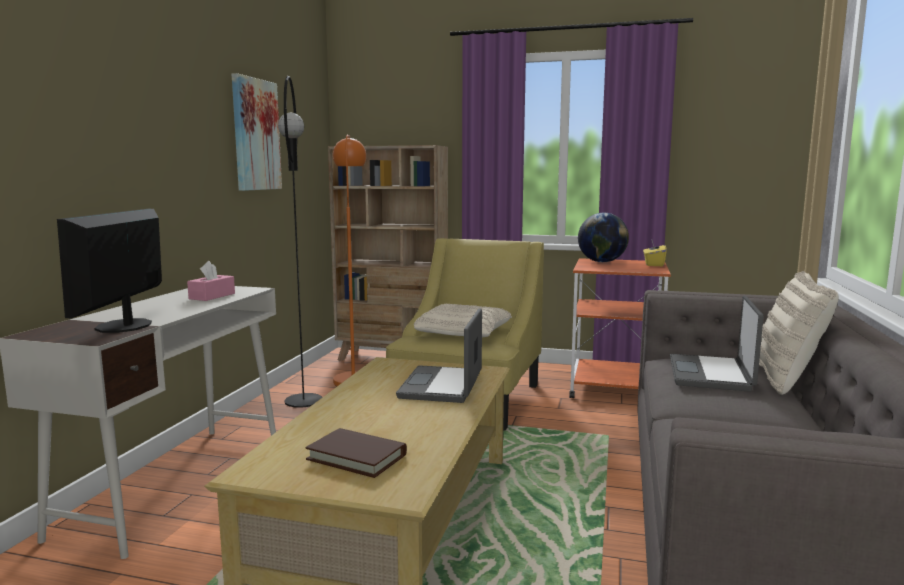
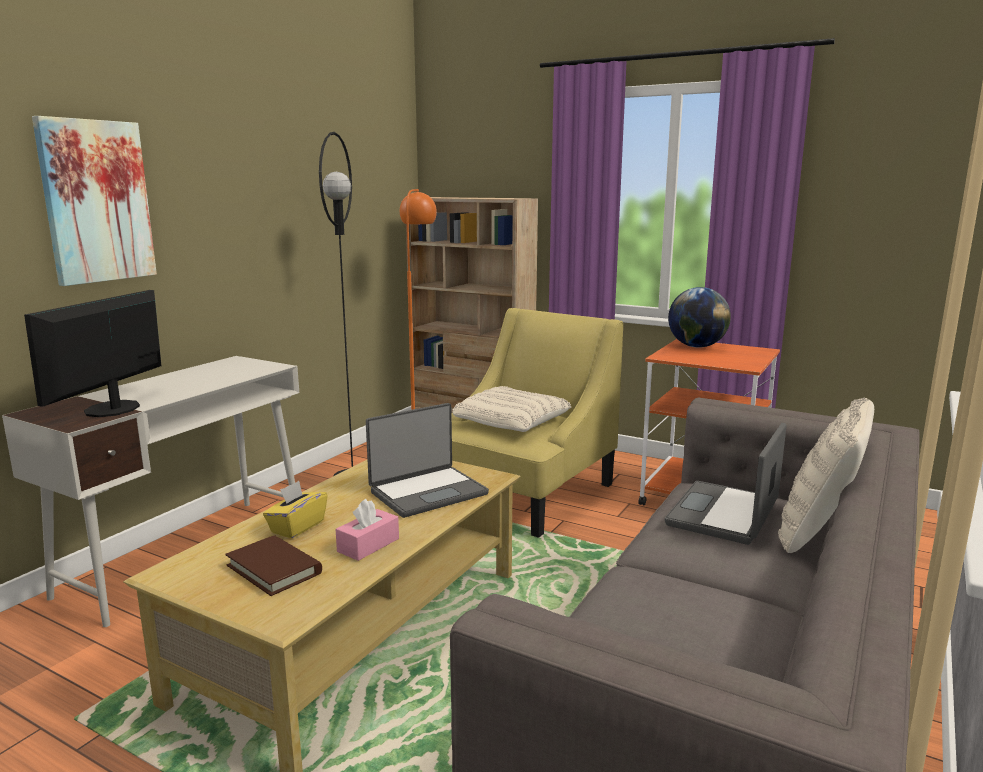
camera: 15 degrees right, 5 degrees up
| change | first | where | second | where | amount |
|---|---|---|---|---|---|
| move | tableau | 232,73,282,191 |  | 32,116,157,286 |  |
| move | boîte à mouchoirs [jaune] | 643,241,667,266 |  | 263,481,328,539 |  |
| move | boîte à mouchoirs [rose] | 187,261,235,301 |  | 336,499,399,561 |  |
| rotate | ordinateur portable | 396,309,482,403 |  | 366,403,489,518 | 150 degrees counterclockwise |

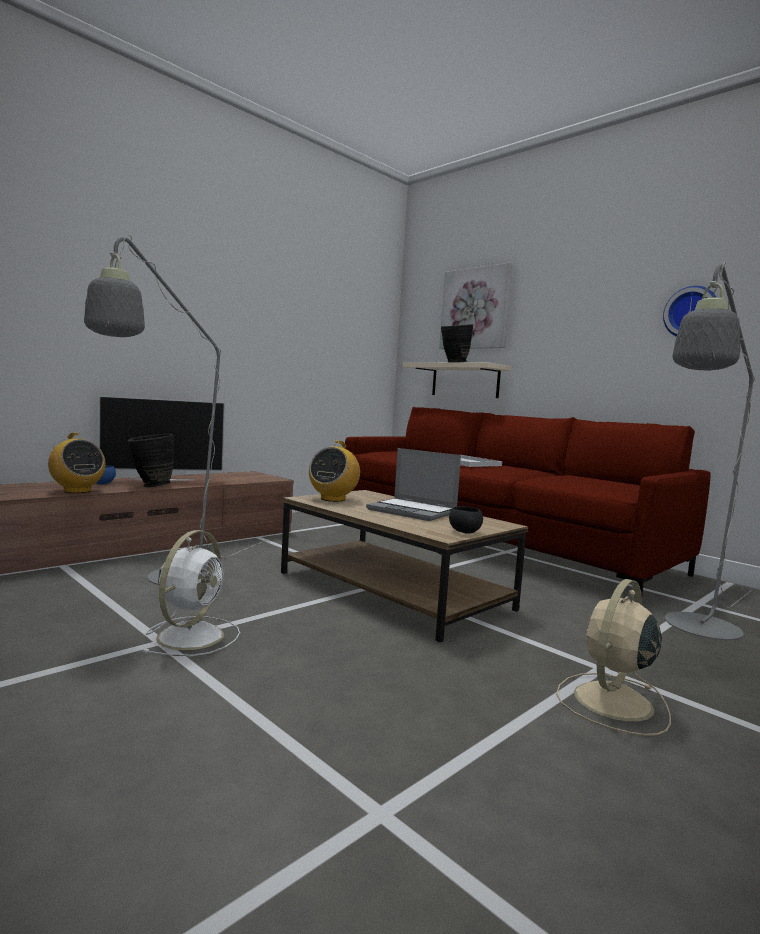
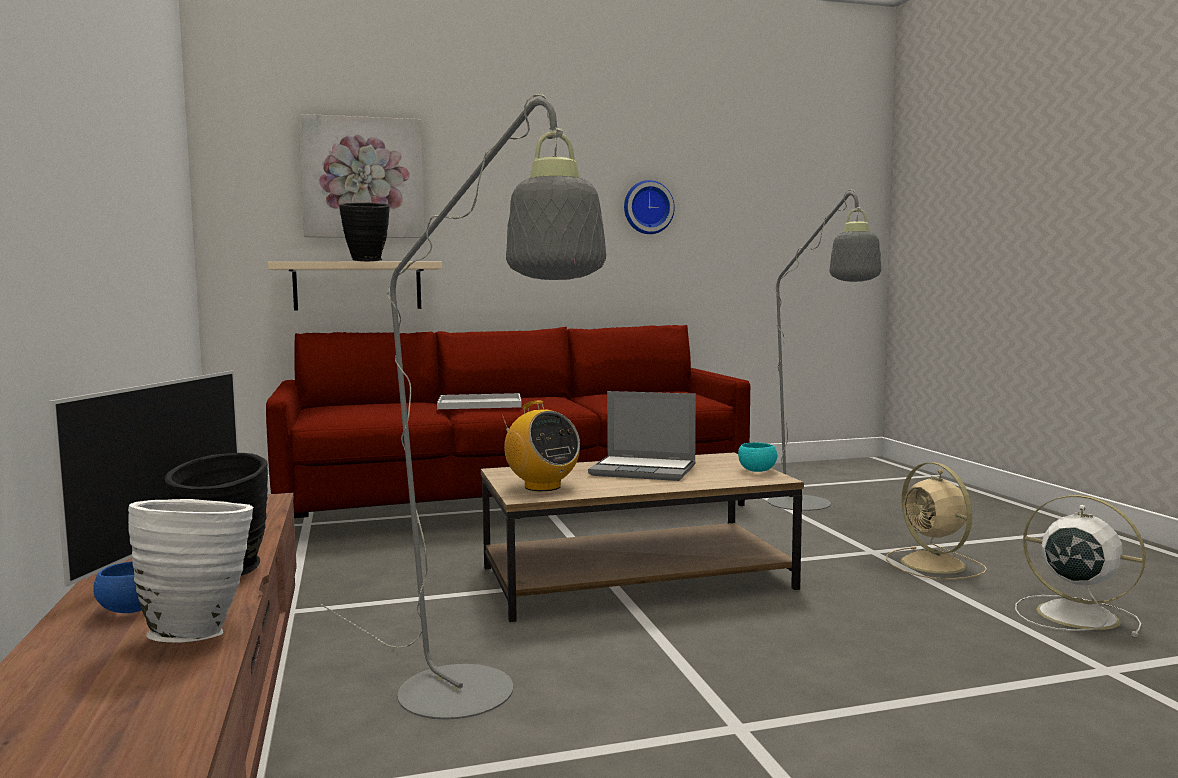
camera: 60 degrees left, 0 degrees up
| change | first | where | second | where | amount |
|---|---|---|---|---|---|
| replace | radio | 48,433,106,493 | vase [blanc] | 128,499,253,643 |  |
| rotate | ordinateur portable | 366,448,461,521 |  | 588,391,696,481 | 45 degrees clockwise |
| recolor | bol [noir] | 449,506,483,534 | bol [turquoise] | 738,442,777,472 |  |
| move | ventilateur [blanc] | 142,530,240,656 |  | 1015,495,1146,637 |  |

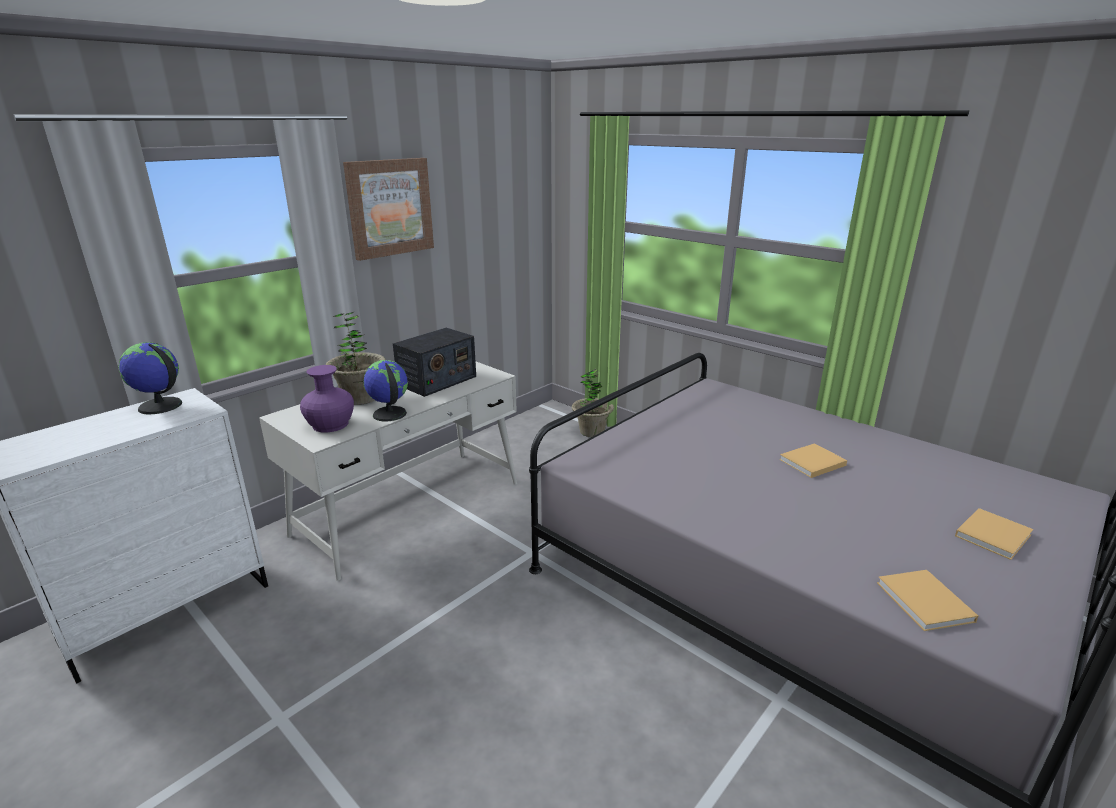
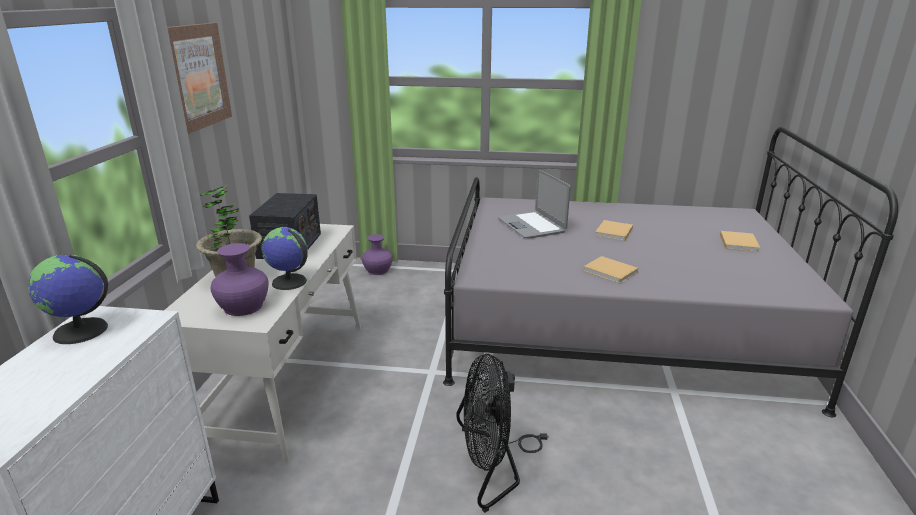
camera: 35 degrees left, 0 degrees up
| change | first | where | second | where | amount |
|---|---|---|---|---|---|
| replace | plante en pot | 572,369,614,437 | vase [violet] | 362,234,393,275 |  |
| insert |  |  | ventilateur [noir] | 456,353,550,513 |  |
| insert |  |  | ordinateur portable | 498,169,571,238 |  |
| move | livre [beige] | 877,570,978,631 |  | 583,256,638,284 |  |

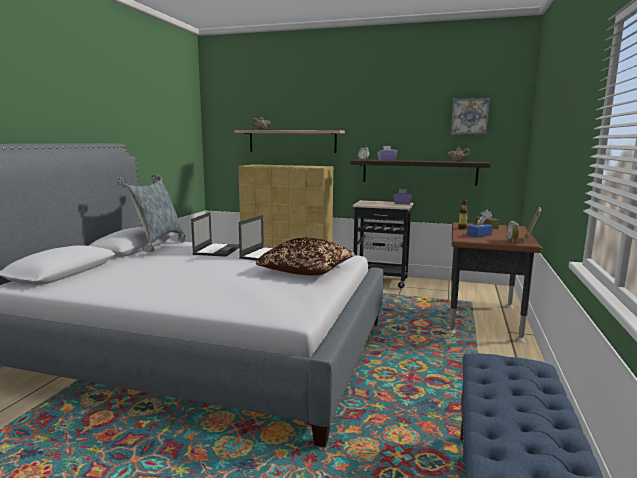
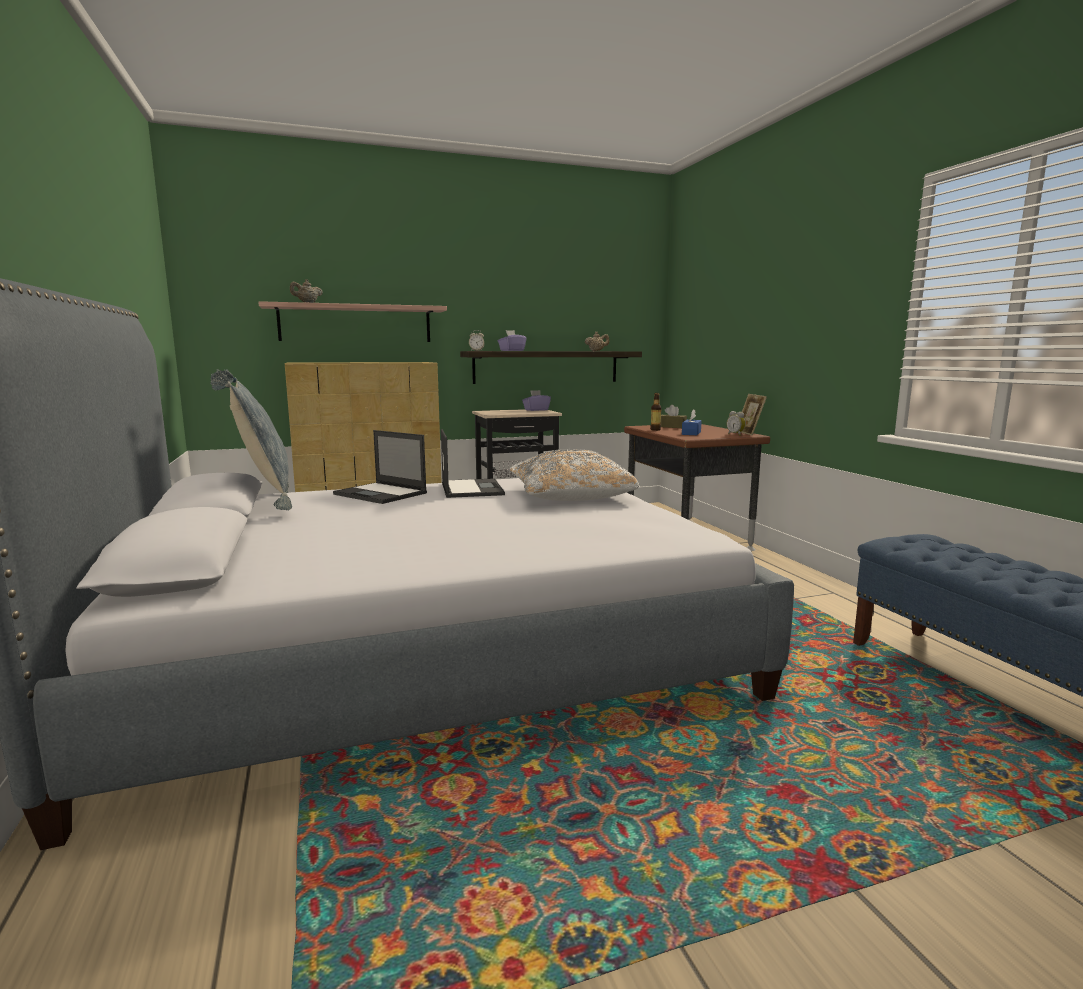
camera: 35 degrees left, 0 degrees up
| change | first | where | second | where | amount |
|---|---|---|---|---|---|
| rotate | ordinateur portable | 191,212,239,257 |  | 333,430,427,504 | 150 degrees clockwise |
| recolor | coussin [marron] | 256,237,355,276 | coussin [blanc] | 509,449,640,501 |  |
| delete | tableau | 451,98,490,135 |  |  |  |

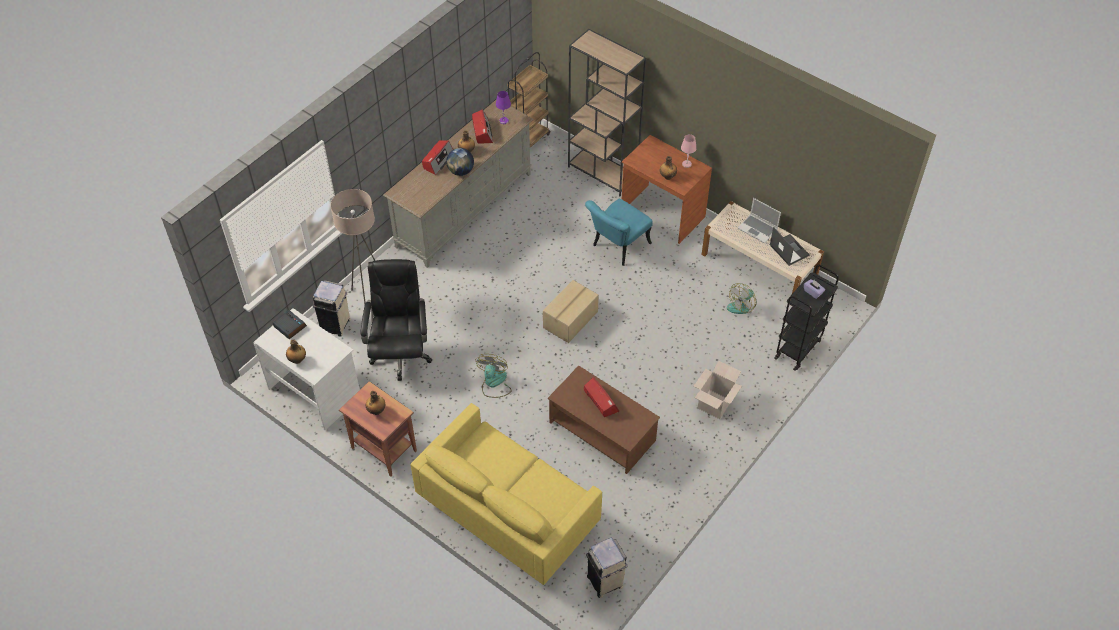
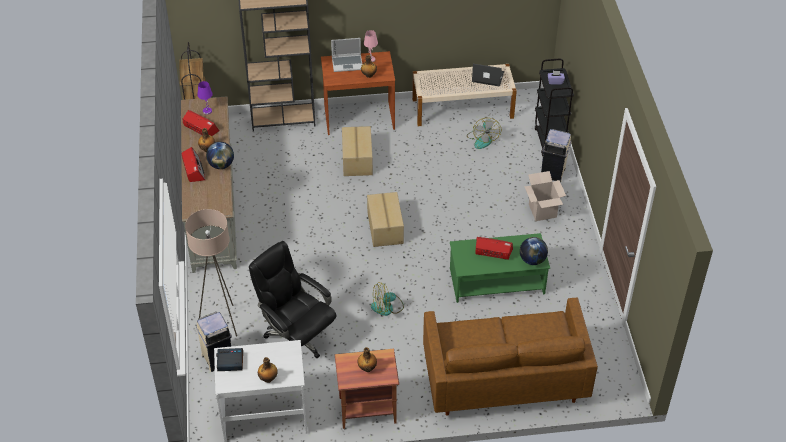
camera: 45 degrees left, 5 degrees down
| change | first | where | second | where | amount |
|---|---|---|---|---|---|
| move | ordinateur portable | 738,198,781,243 |  | 331,38,362,72 |  |
| replace | chaise [turquoise] | 585,199,653,266 | carton | 342,126,373,176 |  |
| rotate | ventilateur | 475,354,512,398 |  | 371,282,404,316 | 75 degrees counterclockwise |
| recolor | canapé [jaune] | 410,403,602,585 | canapé [marron] | 423,298,598,416 |  |
| recolor | table basse [marron] | 548,366,660,474 | table basse [vert] | 450,233,550,303 |  |
| insert |  |  | globe | 520,237,548,265 |  |
| move | poubelle [beige] | 586,537,628,598 |  | 541,129,572,182 |  |

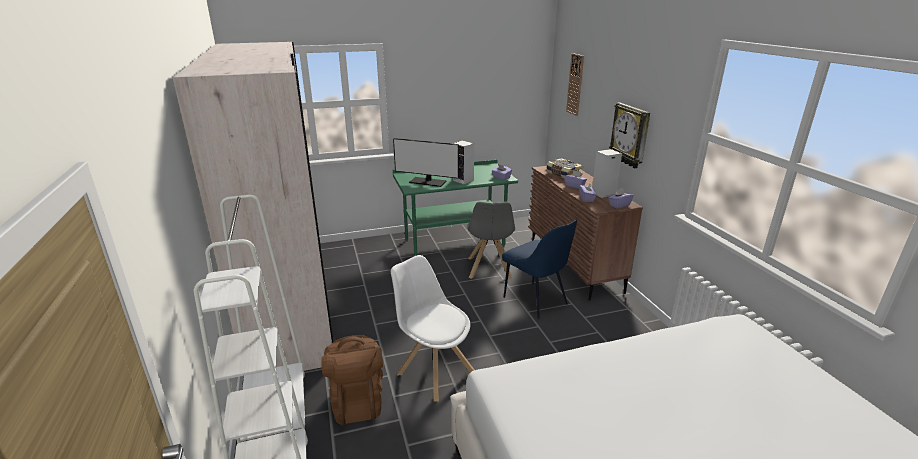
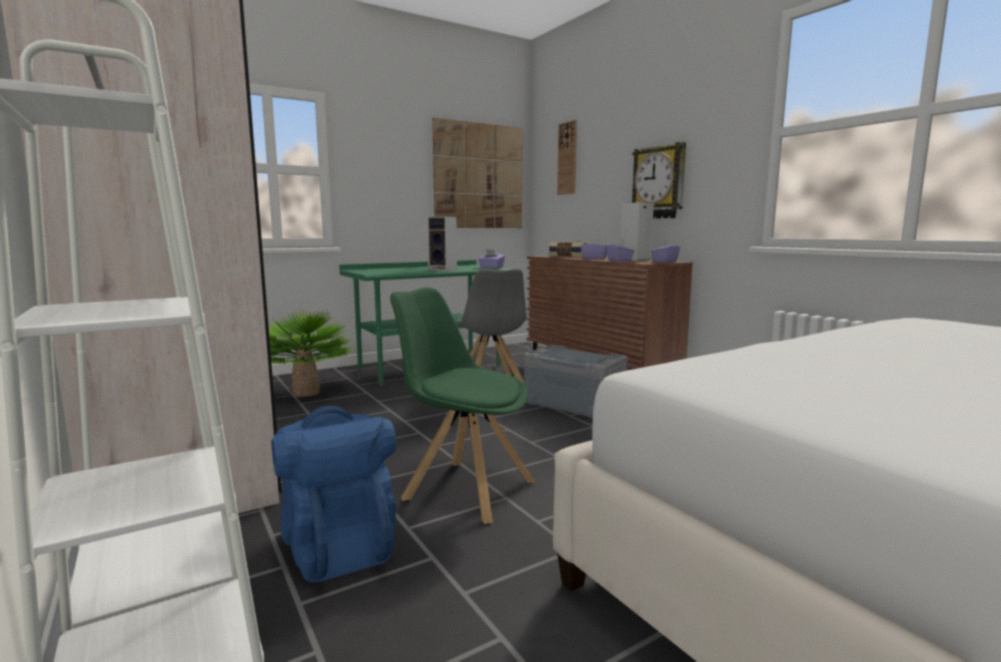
camera: 15 degrees left, 15 degrees down
| change | first | where | second | where | amount |
|---|---|---|---|---|---|
| insert |  |  | plante en pot | 268,310,355,397 |  |
| recolor | sac à dos [marron] | 321,335,383,425 | sac à dos [bleu] | 272,406,396,583 |  |
| recolor | chaise [blanc] | 391,255,475,402 | chaise [vert] | 390,287,535,524 |  |
| insert |  |  | tableau | 432,118,523,228 |  |
| replace | chaise [bleu] | 502,220,577,319 | boîte de rangement [gris] | 524,345,628,419 |  |
| delete | écran d'ordinateur | 393,138,459,187 |  |  |  |

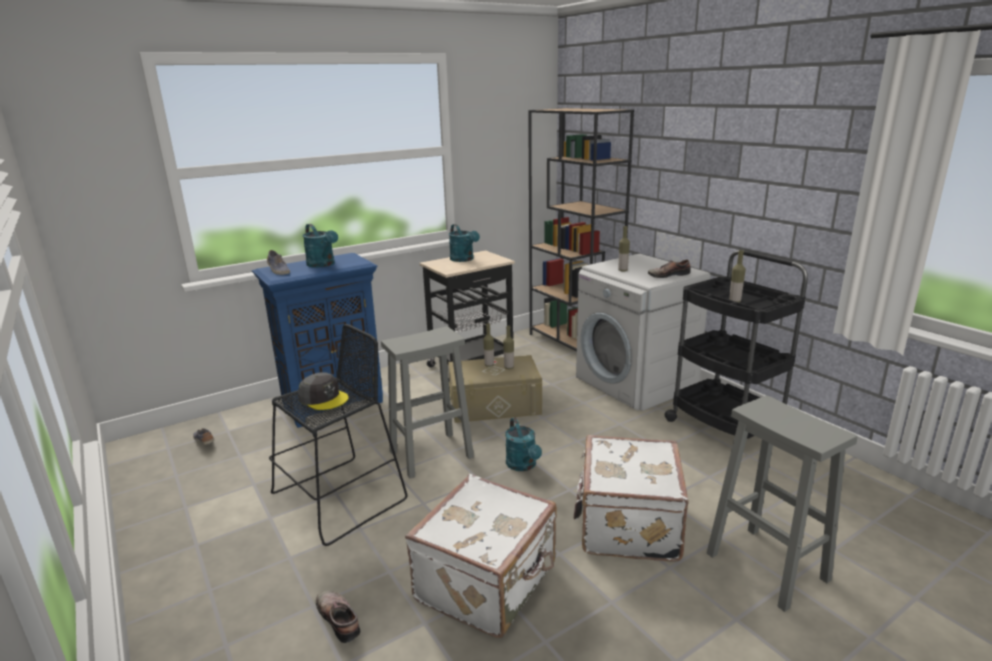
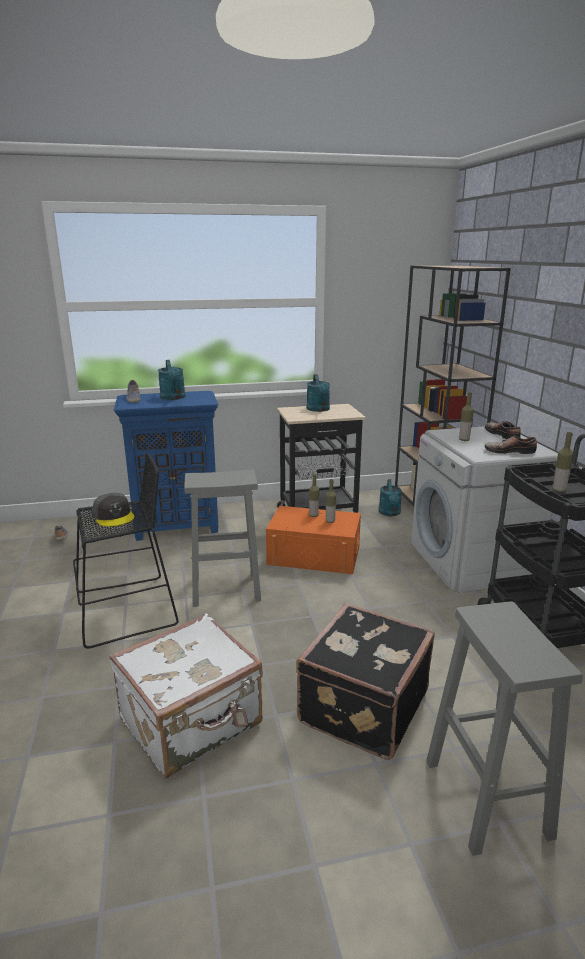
camera: 20 degrees right, 0 degrees up
| change | first | where | second | where | amount |
|---|---|---|---|---|---|
| recolor | boîte de rangement [beige] | 448,355,542,423 | boîte de rangement [orange] | 266,506,361,574 |  |
| recolor | valise [blanc] | 574,435,689,562 | valise [noir] | 296,603,435,760 |  |
| move | arrosoir [turquoise] | 505,418,542,471 |  | 379,479,402,516 |  |
| move | chaussure | 316,591,360,643 |  | 485,421,521,439 |  |

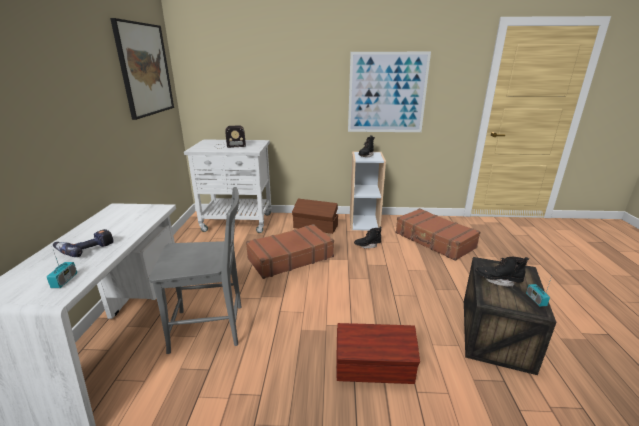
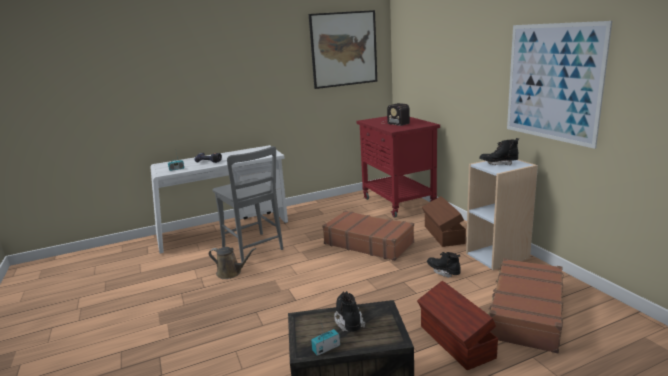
camera: 65 degrees right, 5 degrees down
| change | first | where | second | where | amount |
|---|---|---|---|---|---|
| insert |  |  | arrosoir [marron] | 209,247,256,279 |  |
| recolor | chariot [blanc] | 184,140,271,233 | chariot [rouge] | 357,116,440,218 |  |
| move | boîte de rangement [marron] | 336,323,420,384 |  | 417,281,498,370 |  |

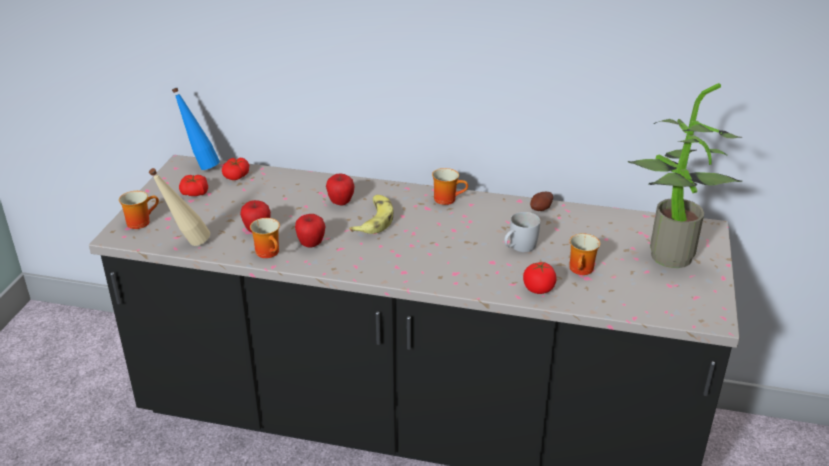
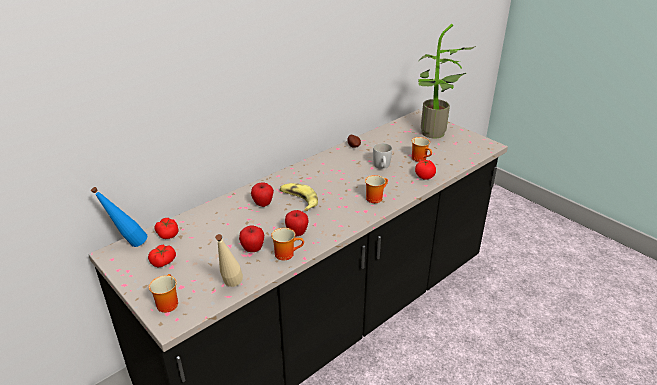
camera: 55 degrees left, 0 degrees up
| change | first | where | second | where | amount |
|---|---|---|---|---|---|
| move | mug | 432,168,468,205 |  | 365,175,388,203 |  |

